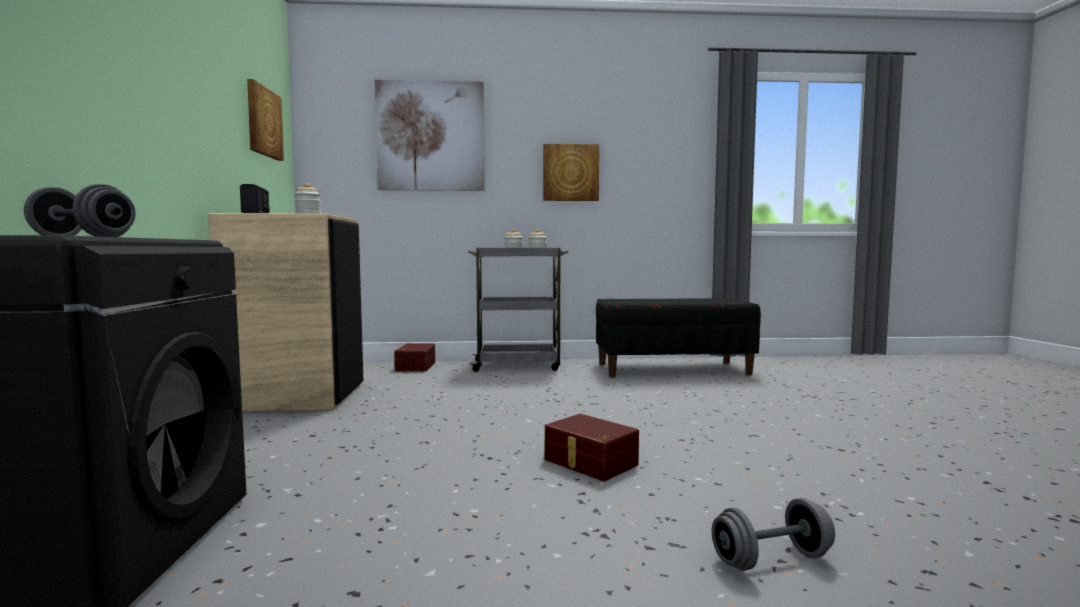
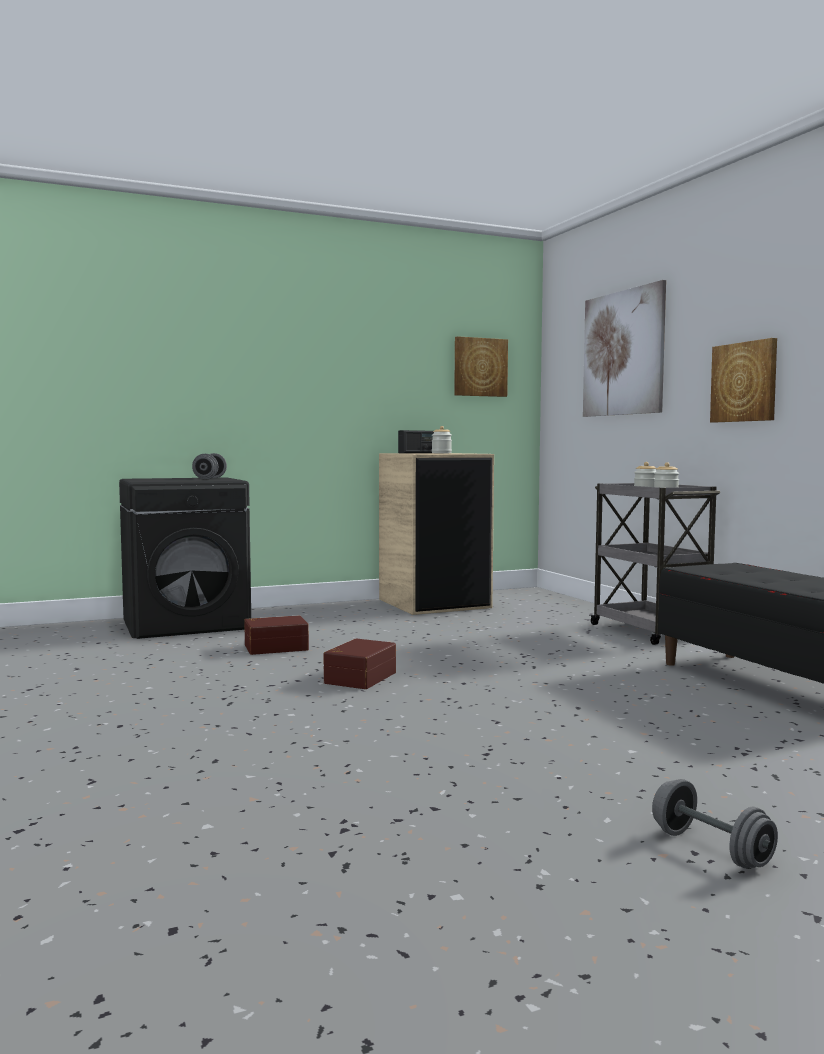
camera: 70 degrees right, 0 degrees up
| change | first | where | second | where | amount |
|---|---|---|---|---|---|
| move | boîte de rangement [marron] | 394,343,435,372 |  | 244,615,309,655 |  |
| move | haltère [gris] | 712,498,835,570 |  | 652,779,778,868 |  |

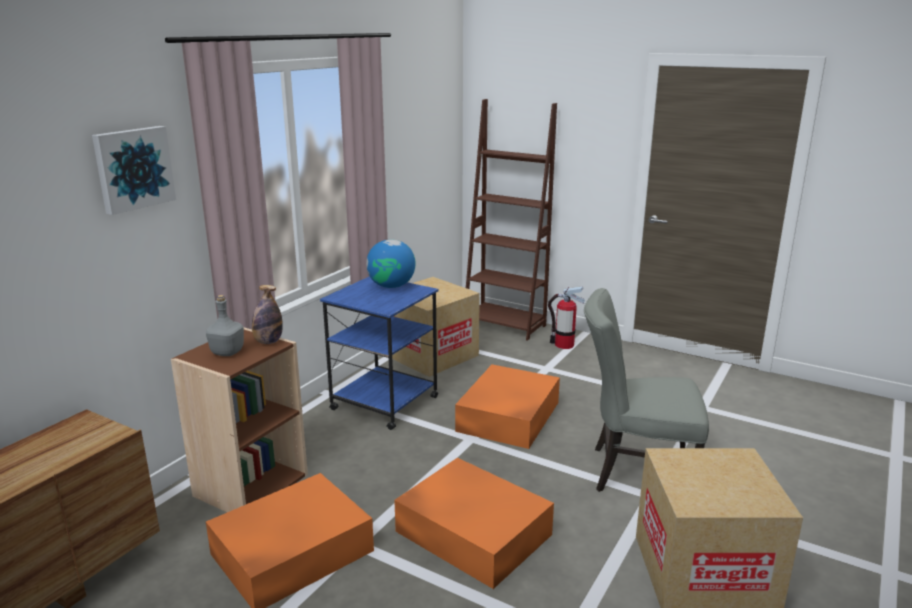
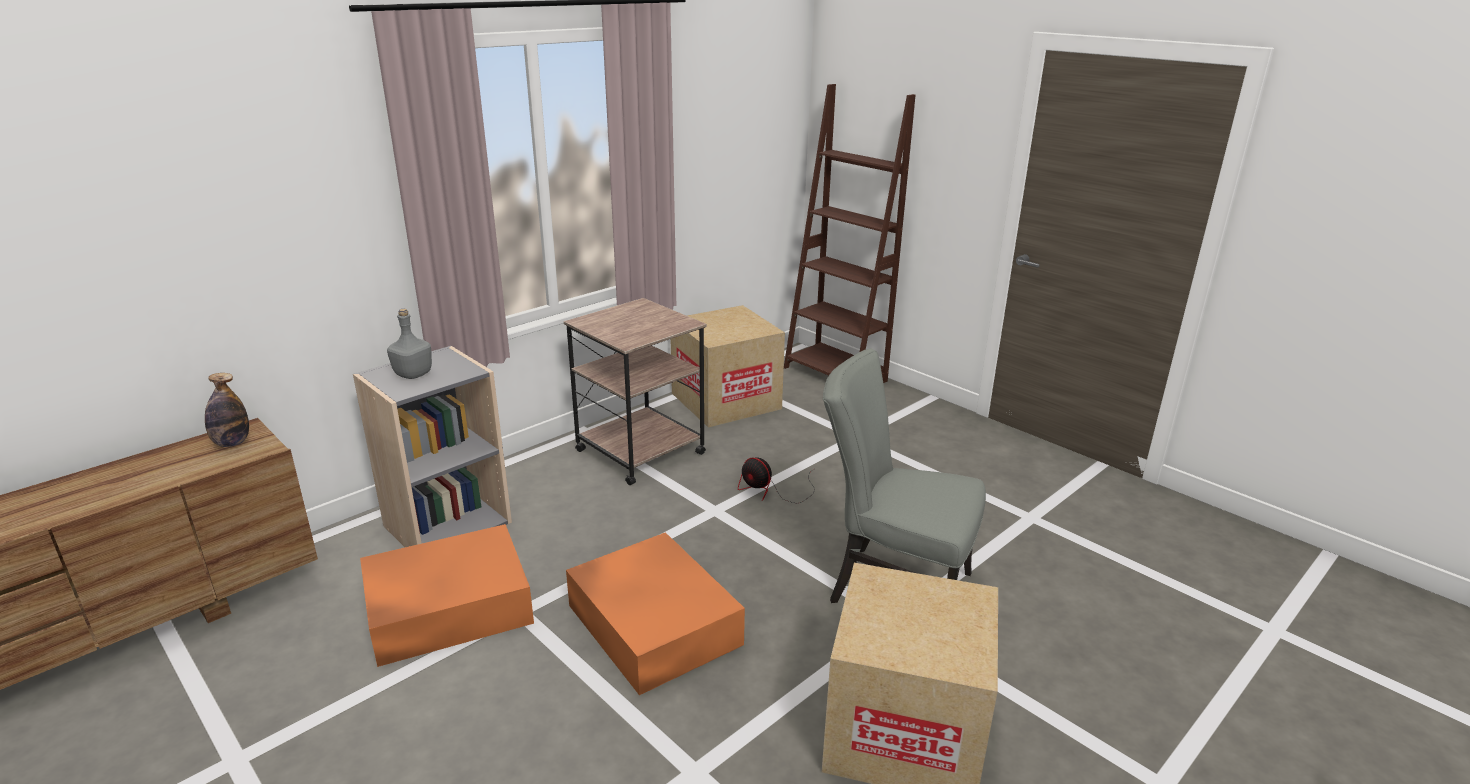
camera: 15 degrees right, 5 degrees up
| change | first | where | second | where | amount |
|---|---|---|---|---|---|
| move | bouteille | 252,285,283,344 |  | 205,373,249,447 |  |
| recolor | bibliothèque [marron] | 171,328,308,512 | bibliothèque [gris] | 353,346,512,547 |  |
| recolor | chariot [bleu] | 320,276,438,430 | chariot [marron] | 563,298,707,485 |  |
| replace | boîte de rangement [orange] | 455,364,560,449 | ventilateur | 738,457,815,503 |  |
| delete | tableau | 92,126,176,215 |  |  |  |
| delete | globe | 366,240,416,288 |  |  |  |
| delete | extincteur | 548,286,585,349 |  |  |  |

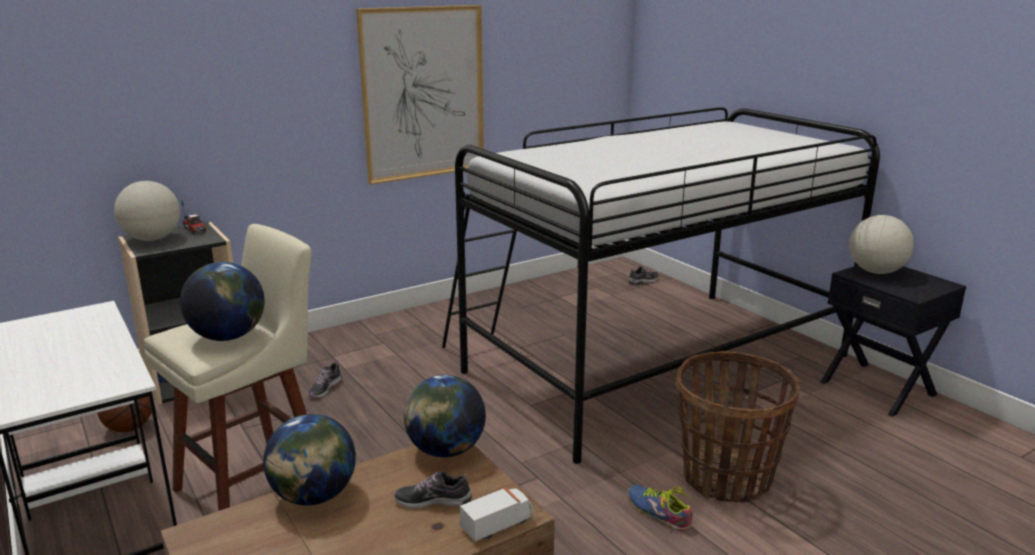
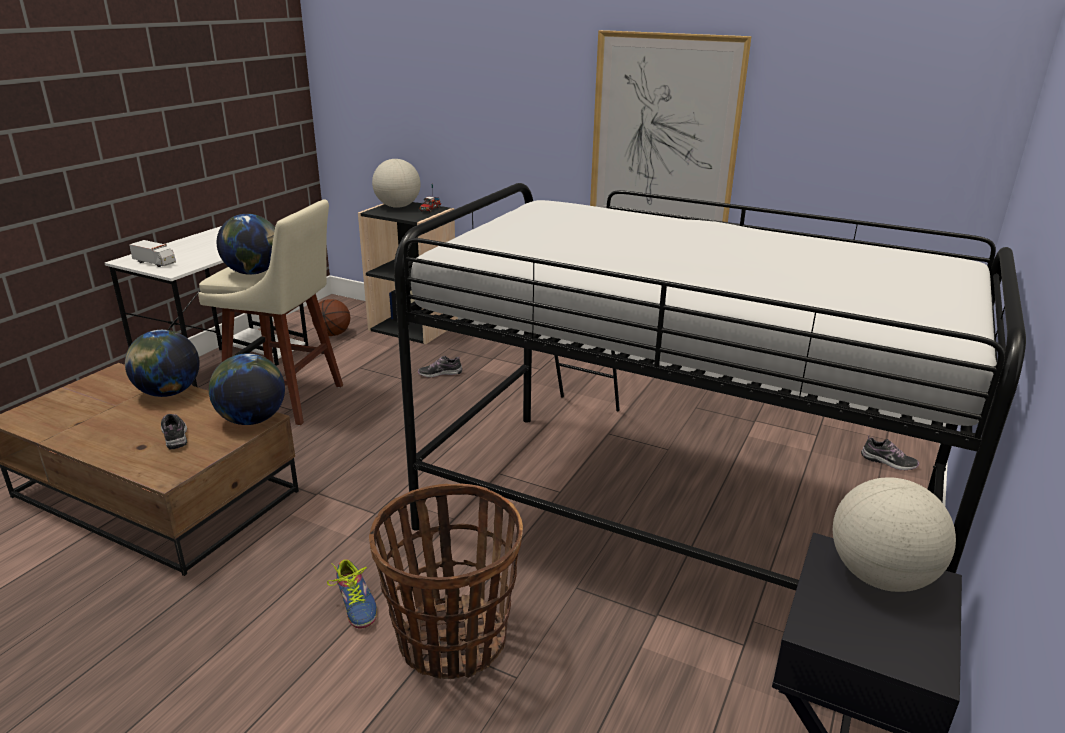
camera: 60 degrees right, 5 degrees up
| change | first | where | second | where | amount |
|---|---|---|---|---|---|
| move | camion jouet | 460,487,533,542 |  | 129,240,176,267 |  |
| rotate | chaussure | 628,485,692,531 |  | 327,559,377,628 | 135 degrees clockwise |

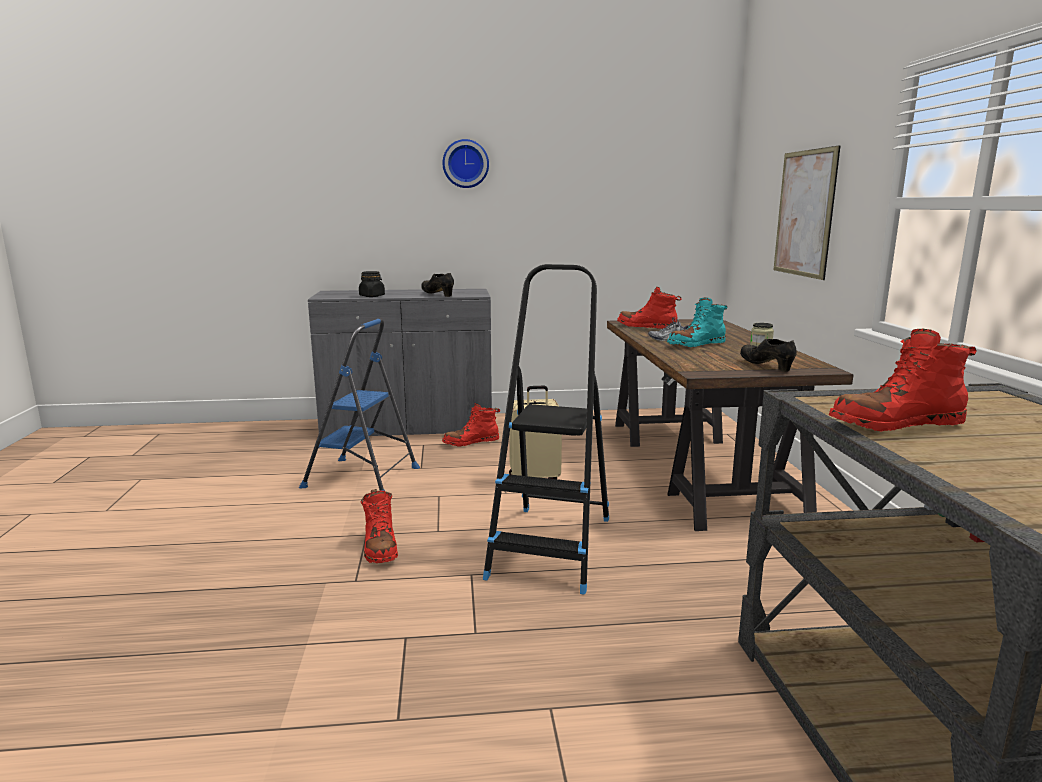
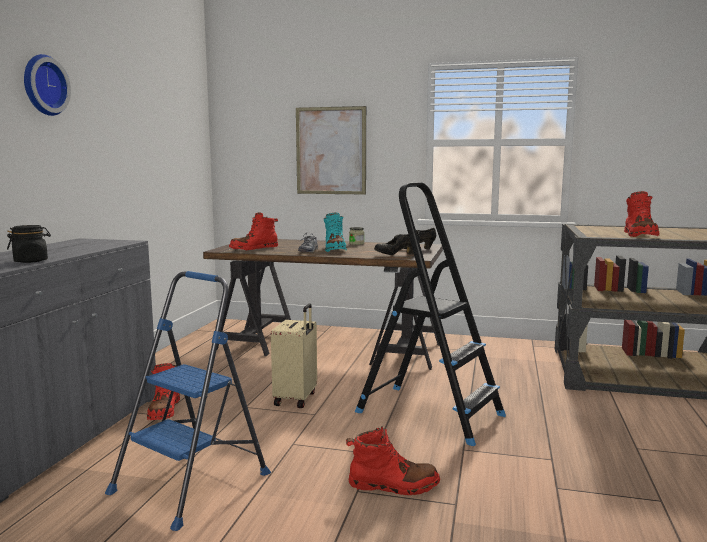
camera: 70 degrees left, 5 degrees down
| change | first | where | second | where | amount |
|---|---|---|---|---|---|
| move | chaussure [noir] | 421,273,454,297 |  | 374,231,420,255 |  |

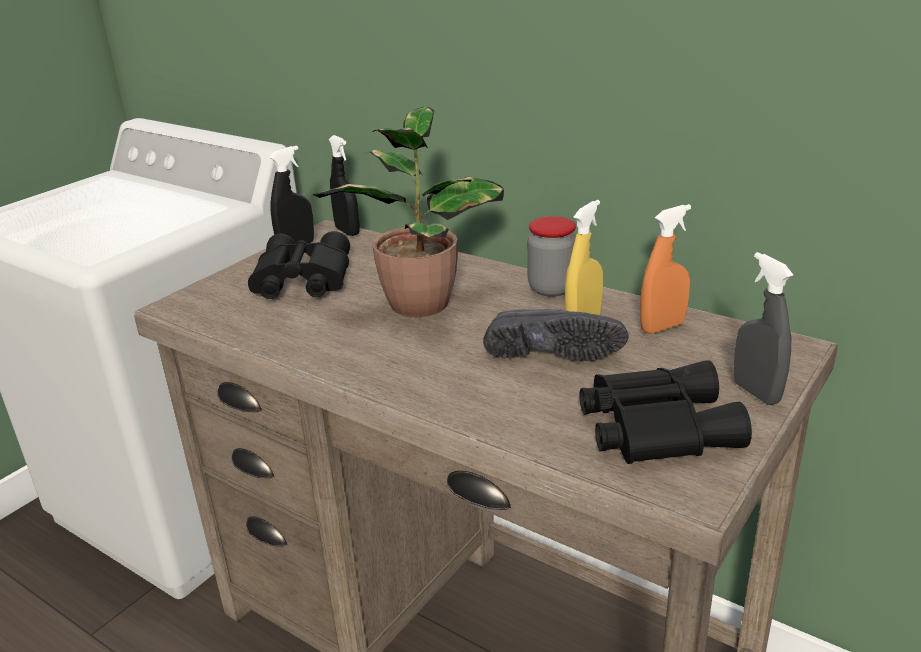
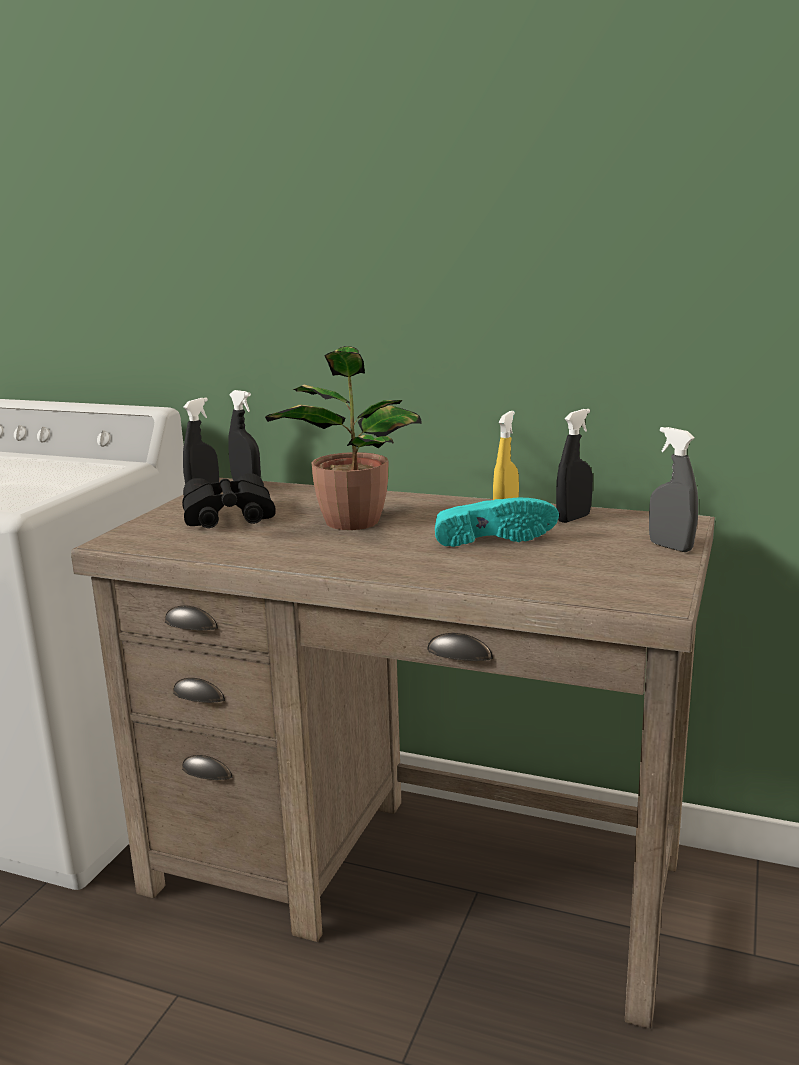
camera: 15 degrees left, 10 degrees down
| change | first | where | second | where | amount |
|---|---|---|---|---|---|
| recolor | chaussure [noir] | 483,309,629,362 | chaussure [turquoise] | 435,498,559,547 |  |
| recolor | vaporisateur [orange] | 640,204,691,334 | vaporisateur [noir] | 556,409,593,523 |  |
| delete | bocal | 527,216,576,297 |  |  |  |
| delete | jumelles [noir] | 580,360,752,464 |  |  |  |

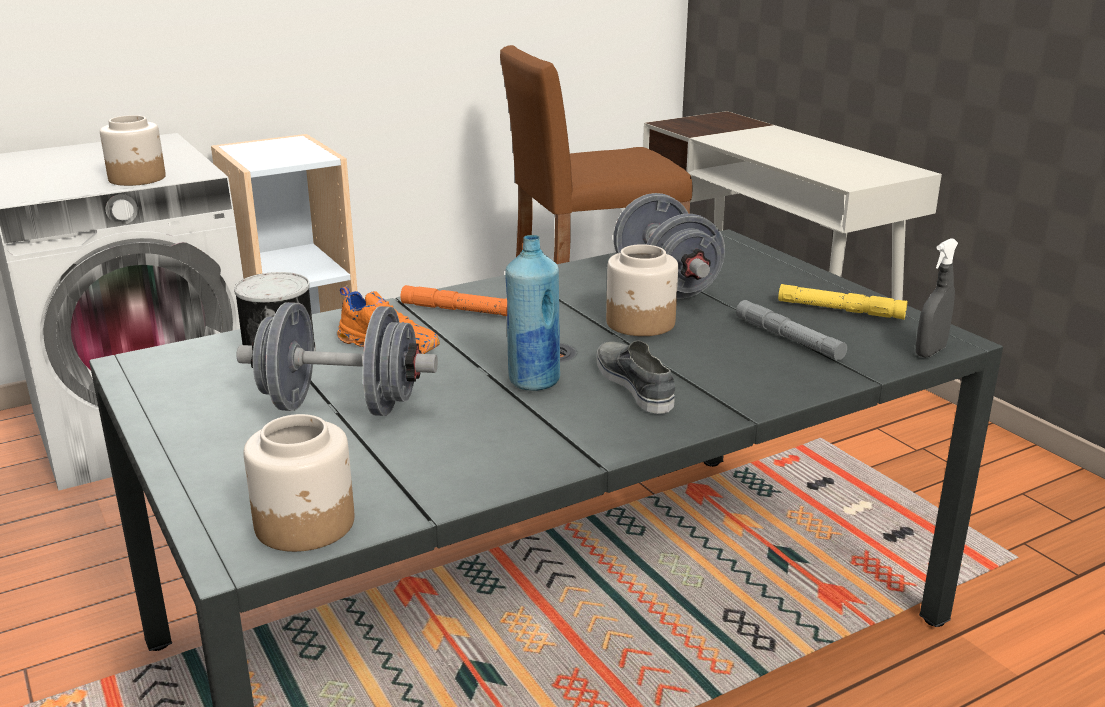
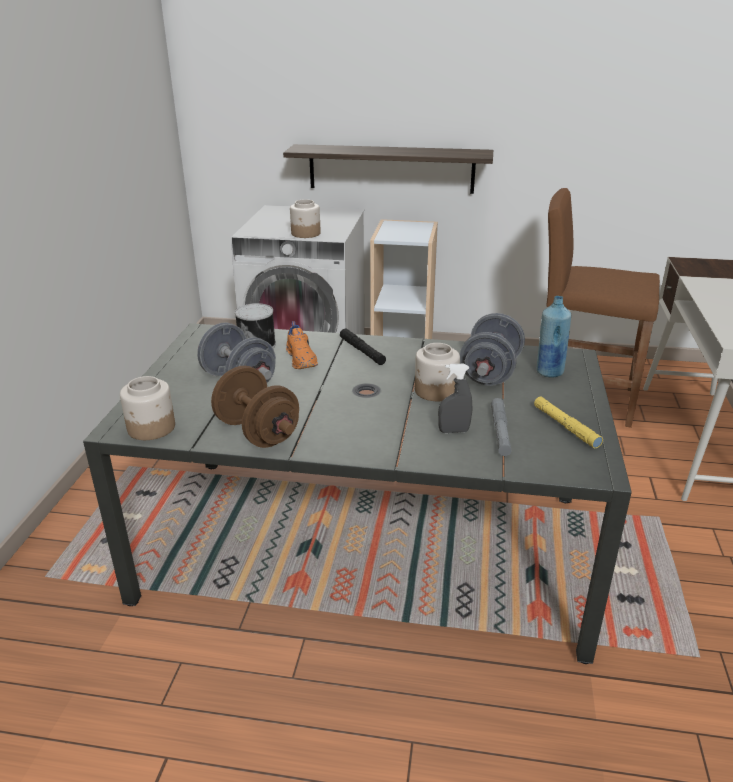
camera: 40 degrees right, 5 degrees up
| change | first | where | second | where | amount |
|---|---|---|---|---|---|
| insert |  |  | haltère [marron] | 211,366,299,448 |  |
| insert |  |  | étagère | 283,144,493,194 |  |
| recolor | lampe de poche [orange] | 400,285,507,316 | lampe de poche [noir] | 340,329,386,365 |  |
| move | vaporisateur [gris] | 916,238,958,358 |  | 438,364,472,433 |  |
| move | bouteille [bleu] | 505,235,560,391 |  | 536,296,571,377 |  |
| delete | chaussure [gris] | 597,340,676,414 |  |  |  |

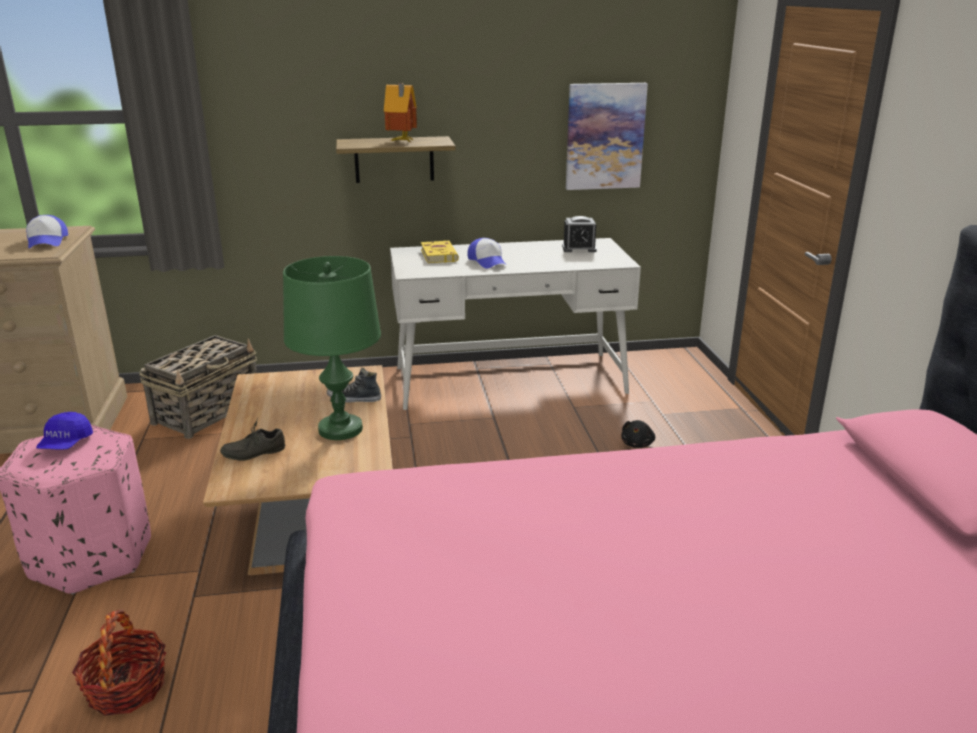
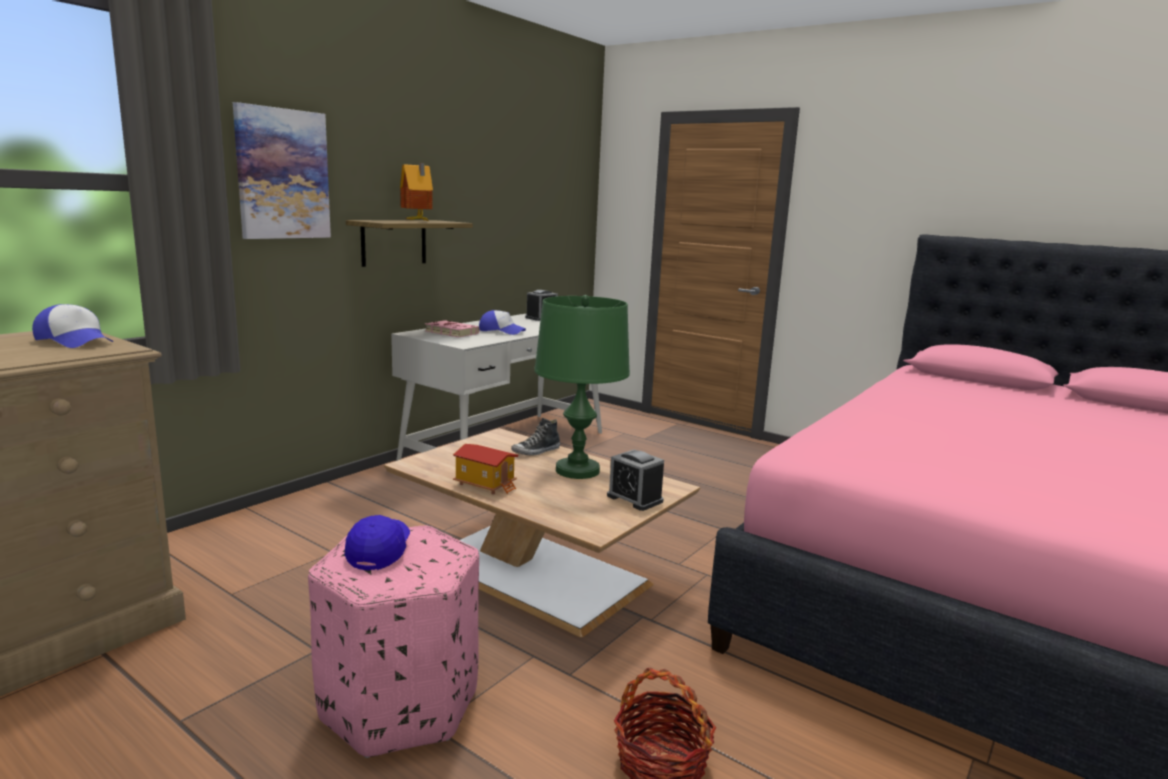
camera: 45 degrees left, 10 degrees down
| change | first | where | second | where | amount |
|---|---|---|---|---|---|
| move | tableau | 566,83,648,190 |  | 233,102,331,239 |  |
| rotate | casquette [bleu] | 36,412,93,450 |  | 345,515,410,571 | 135 degrees counterclockwise |
| recolor | livre [jaune] | 421,241,459,263 | livre [rose] | 425,320,480,338 |  |
| insert |  |  | maison miniature | 453,444,519,494 |  |
| insert |  |  | réveil | 607,449,664,511 |  |
| delete | panier | 139,335,257,439 |  |  |  |
| delete | chaussure [gris] | 220,417,285,461 |  |  |  |
| delete | peluche [noir] | 621,420,655,448 |  |  |  |

